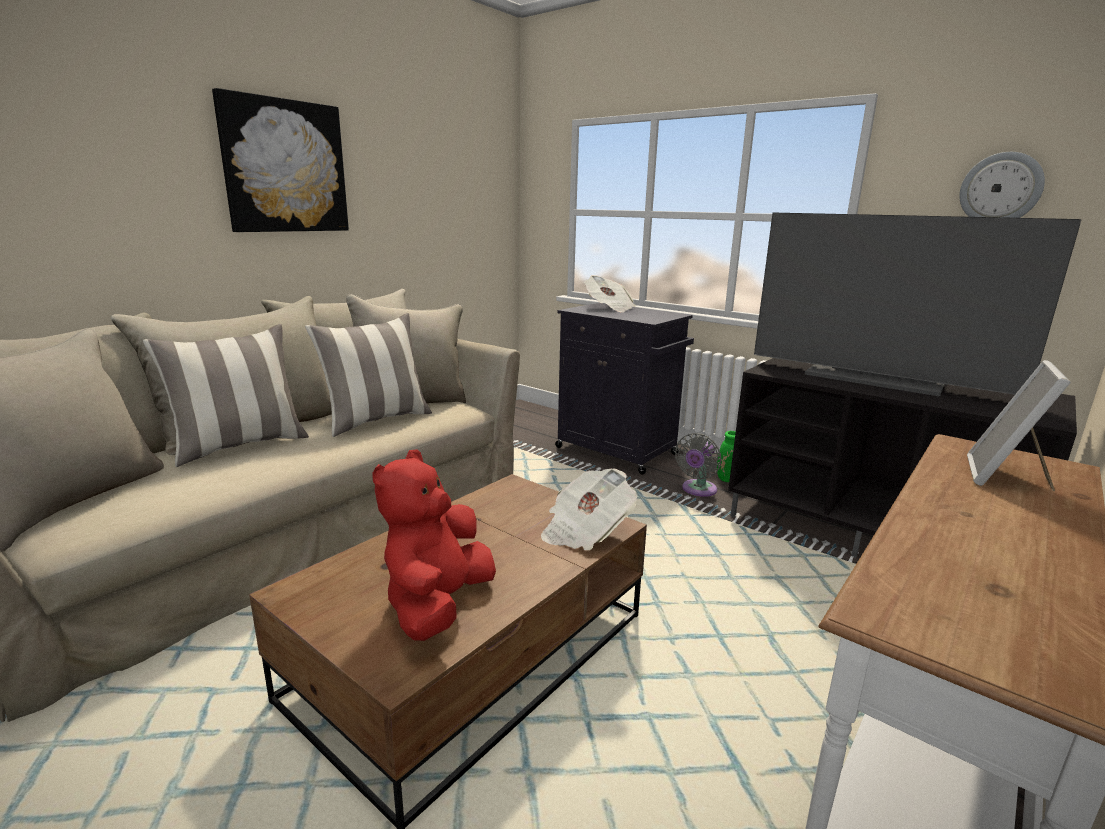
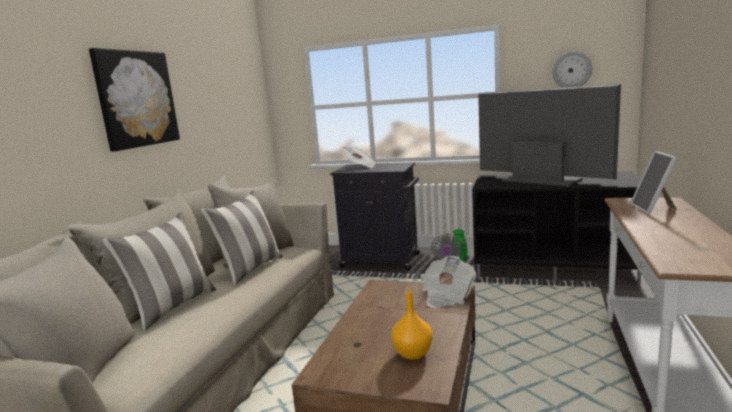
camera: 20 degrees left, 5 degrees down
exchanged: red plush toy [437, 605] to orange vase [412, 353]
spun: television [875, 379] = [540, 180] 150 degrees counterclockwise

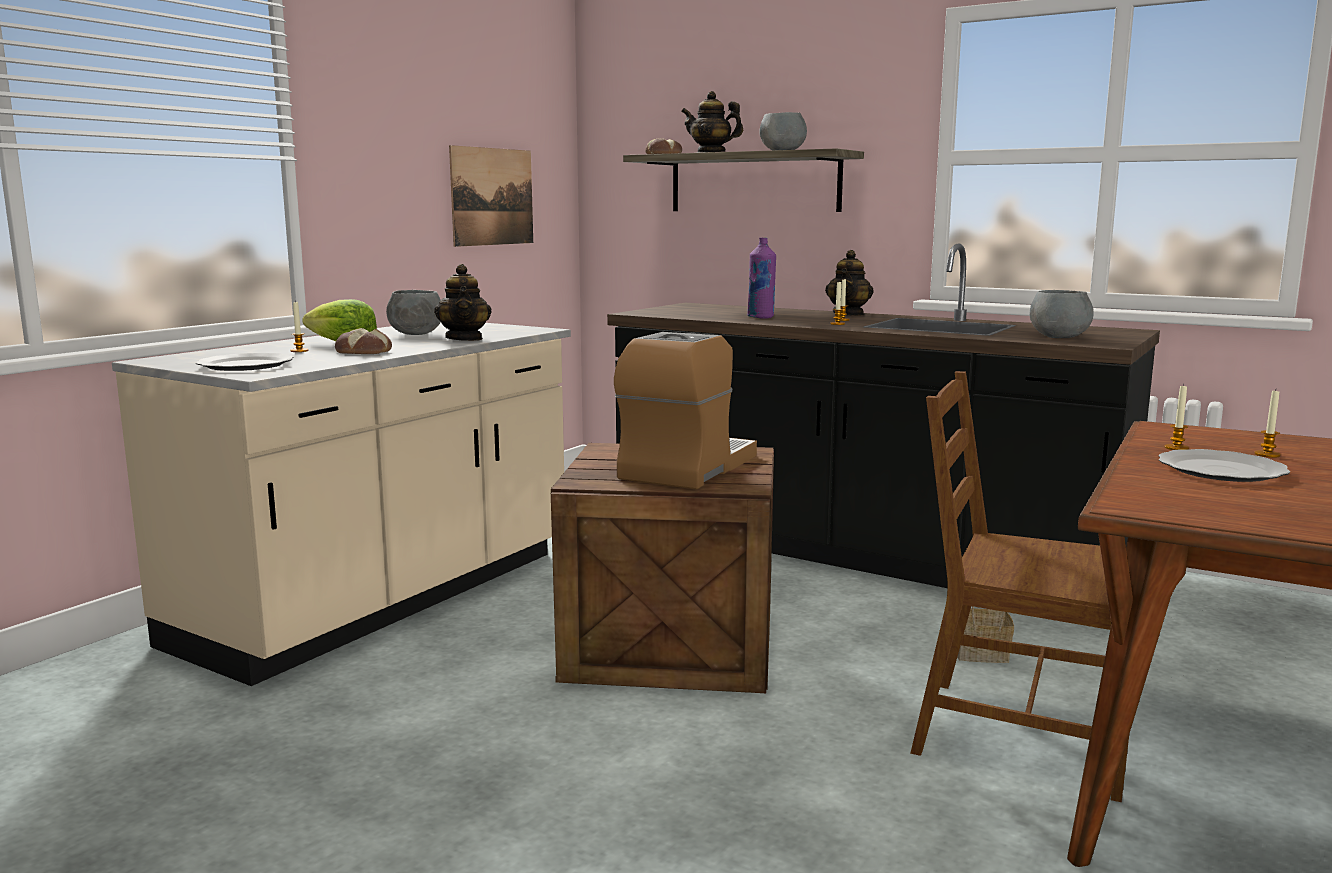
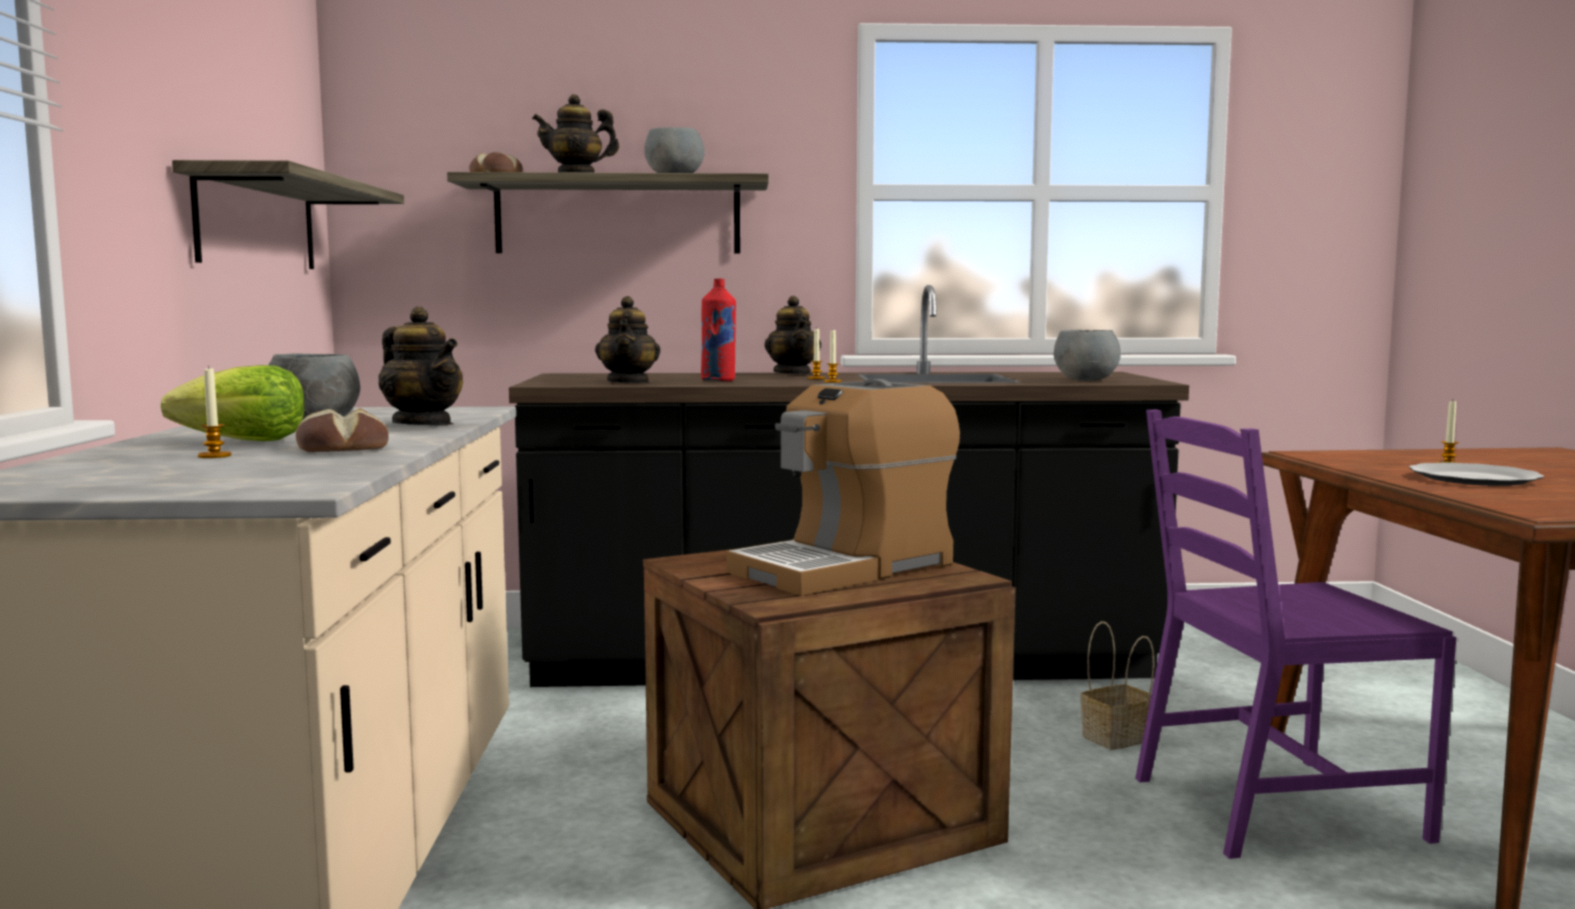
camera: 35 degrees left, 5 degrees down
missing: plate [247, 365]; candle [1176, 448]
appeared: teapot [629, 382]
exchanged: picture [492, 196] to shelf [257, 223]
colour: purple bottle [761, 317] to red bottle [718, 380]; brown chair [1019, 735] to purple chair [1274, 807]
spun: coffee machine [687, 468] = [846, 568] 120 degrees counterclockwise

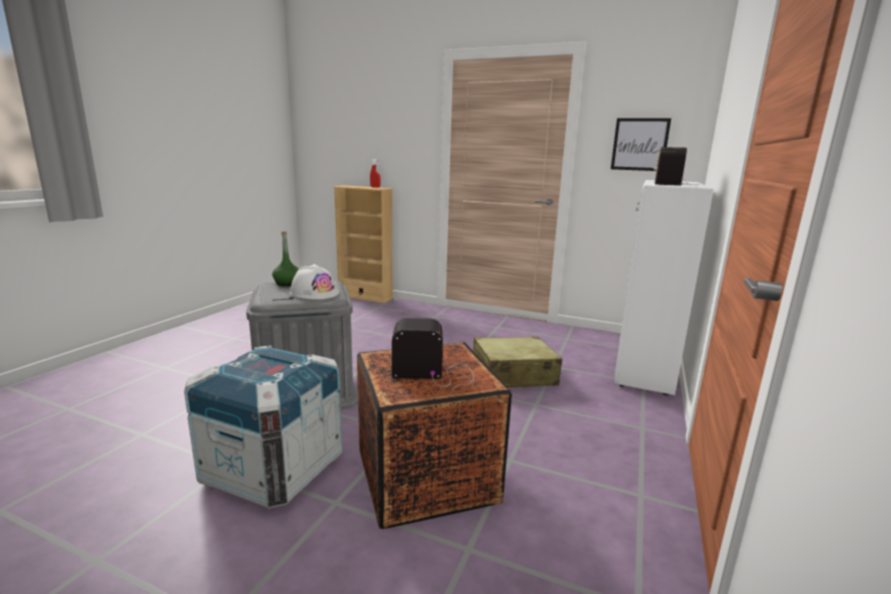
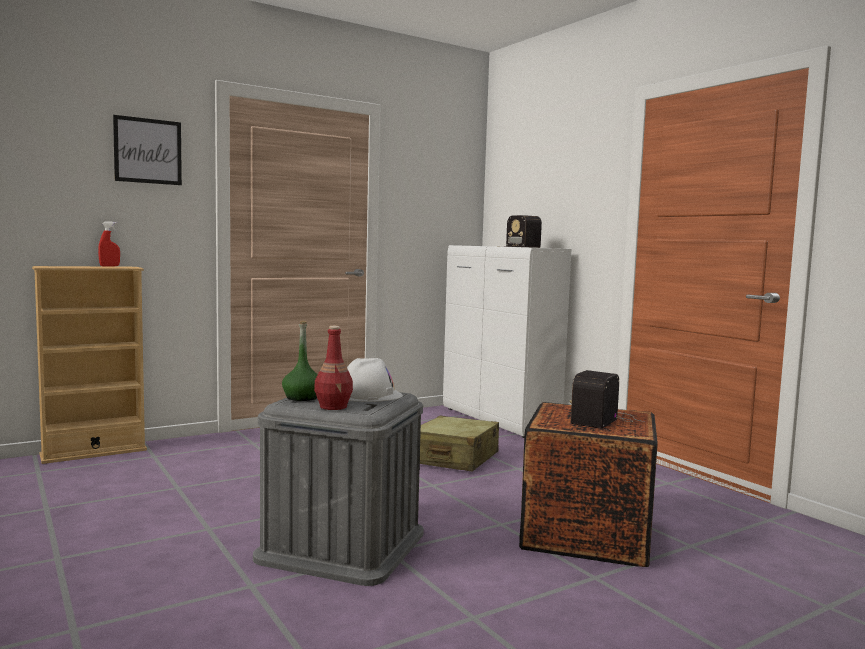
camera: 55 degrees left, 10 degrees down
missing: crate [274, 469]
appeared: red bottle [333, 407]
relocated: picture [639, 144] to [148, 151]

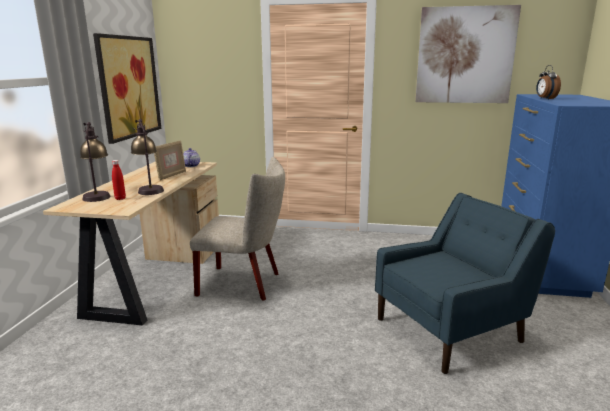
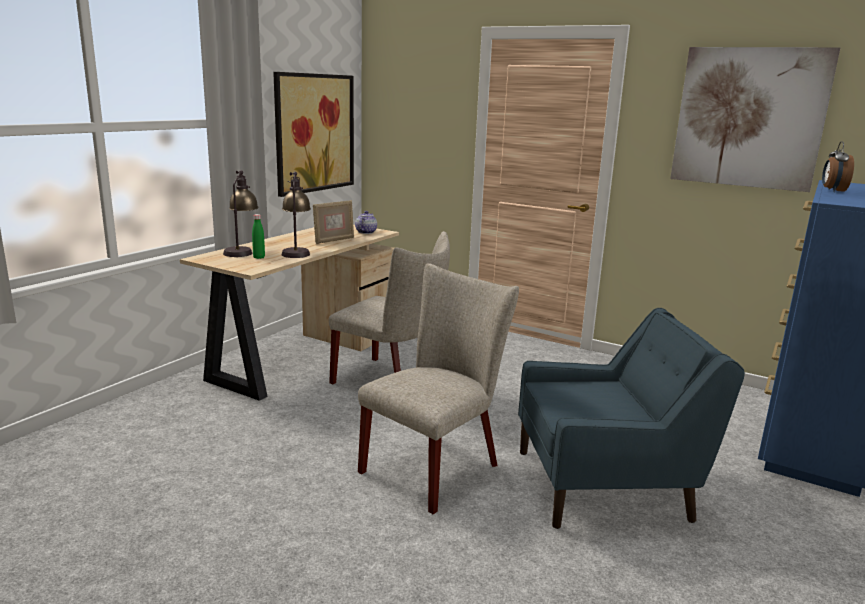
camera: 20 degrees right, 0 degrees up
appeared: beige chair [436, 465]
colour: red bottle [120, 198] to green bottle [259, 257]

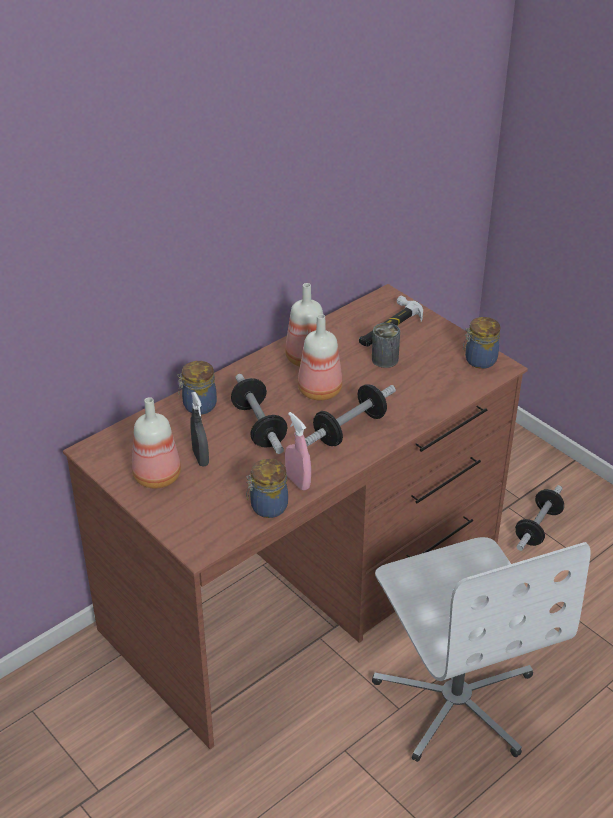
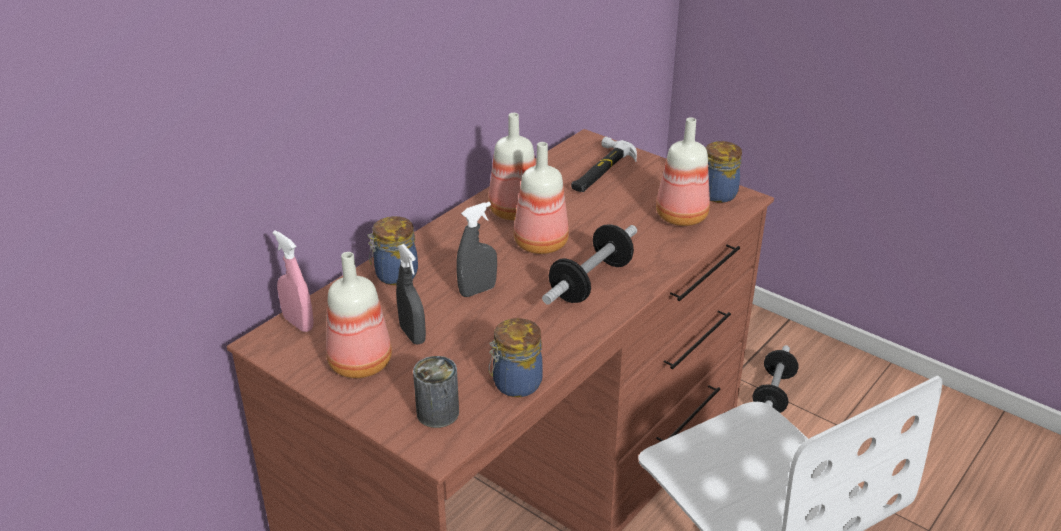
camera: 10 degrees left, 5 degrees down
appeared: bottle [680, 216]
relocated: can [385, 359] to [437, 413]; pink spray bottle [298, 482] to [298, 323]
exchanged: dumbbell [259, 426] to grey spray bottle [477, 290]

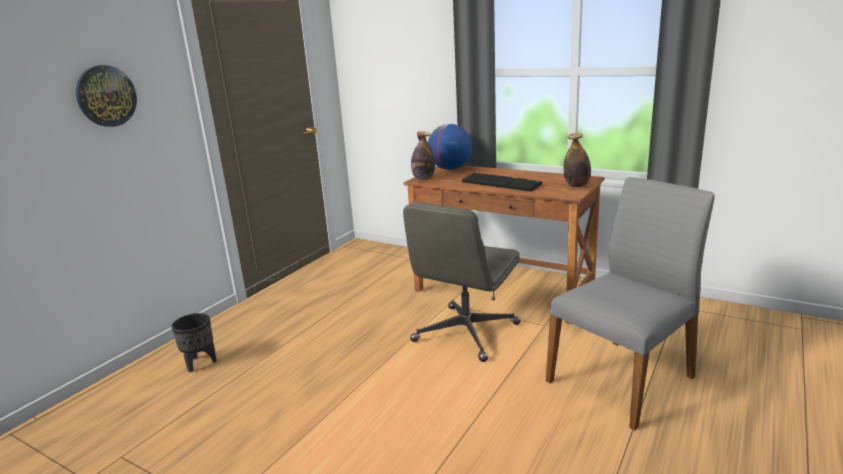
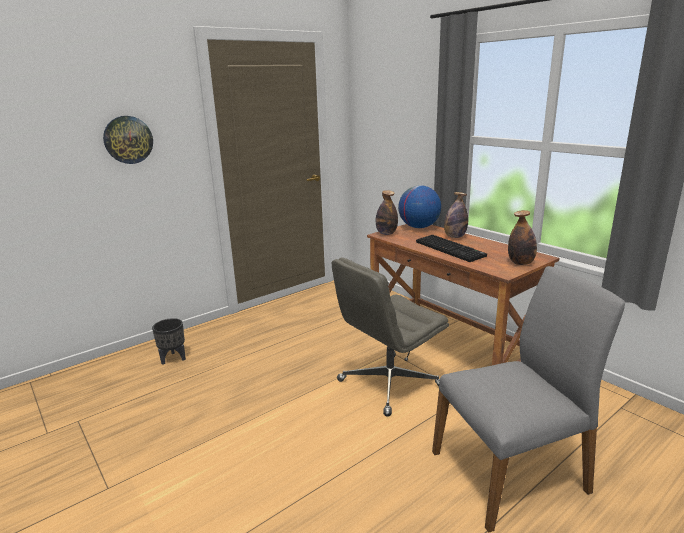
camera: 20 degrees right, 0 degrees up
appeared: bottle [454, 237]

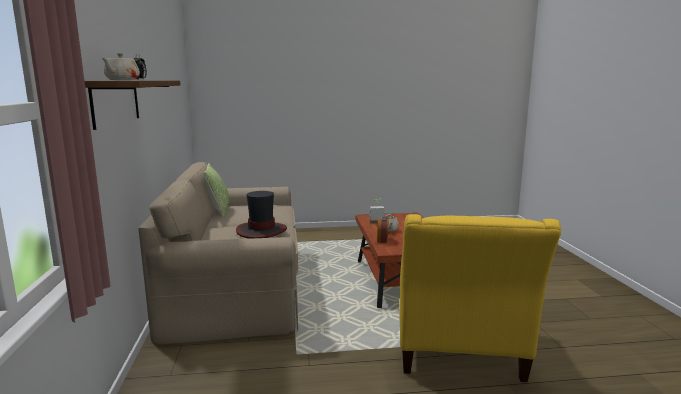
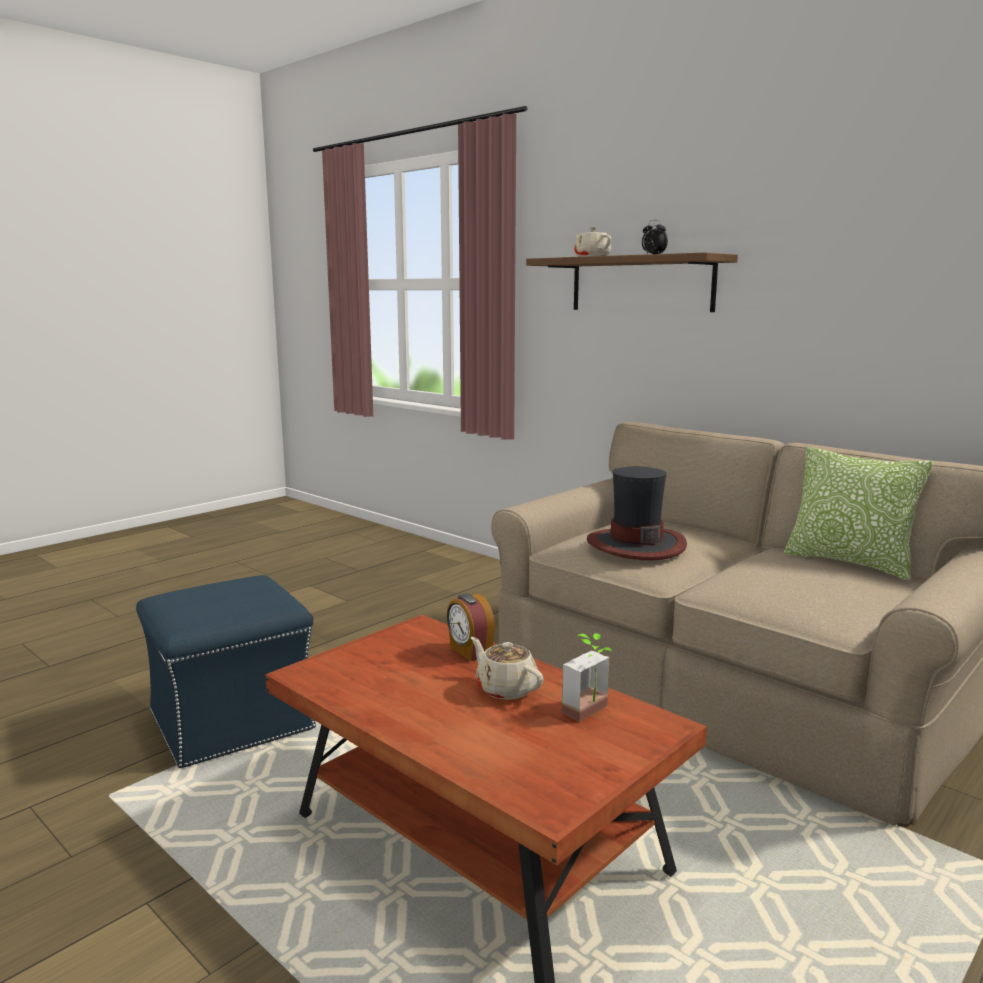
camera: 140 degrees right, 0 degrees up
exchanged: yellow armchair [459, 355] to blue ottoman [233, 719]

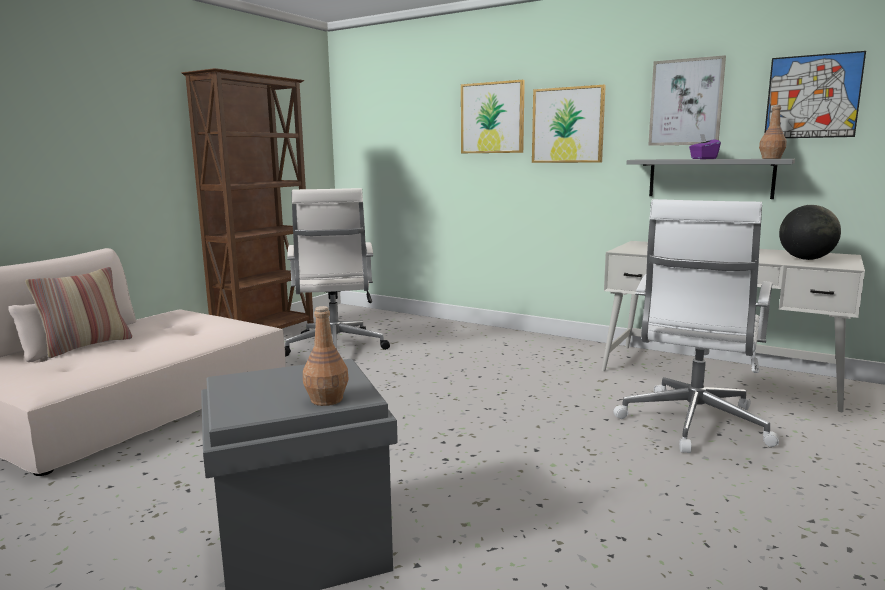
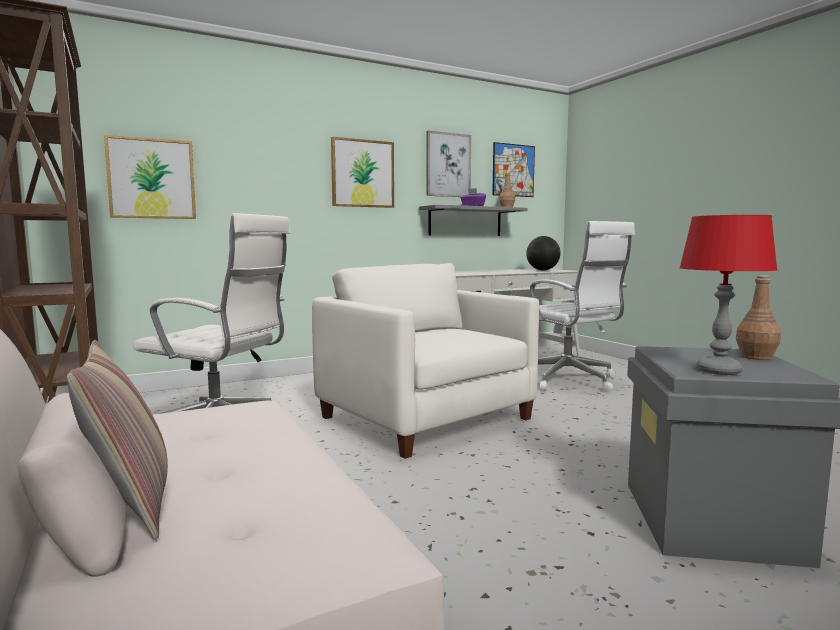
camera: 60 degrees left, 5 degrees down
appeared: red table lamp [718, 371]; white armchair [425, 418]
relocated: picture [492, 118] to [151, 179]

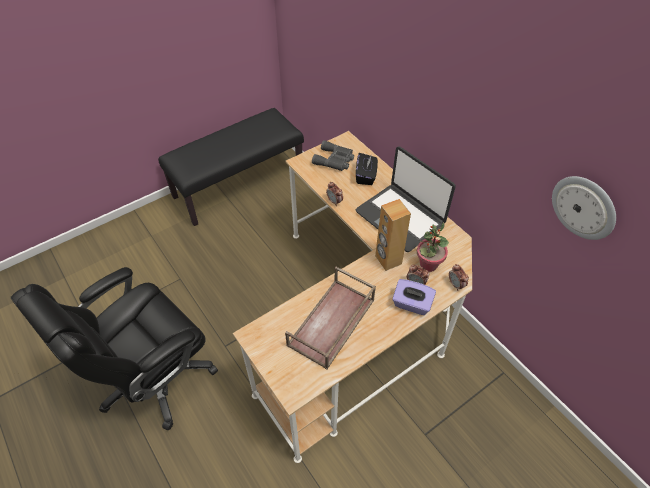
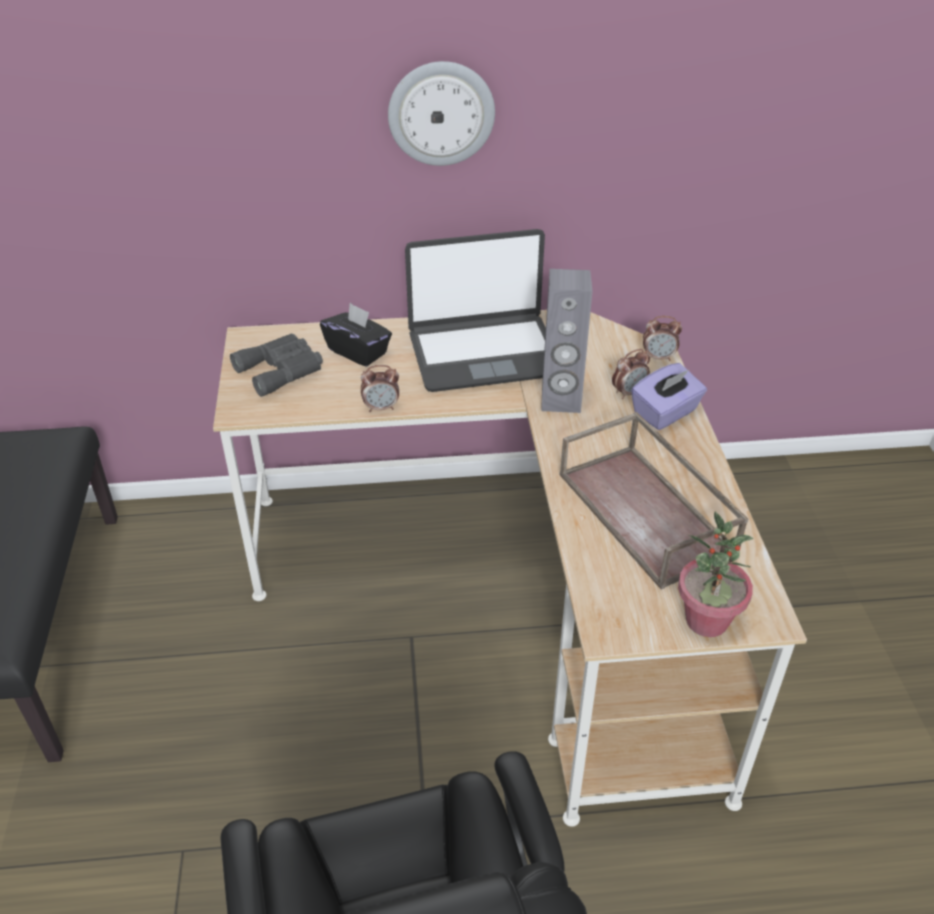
camera: 60 degrees left, 10 degrees down
relocated: wall clock [584, 207] to [441, 113]; potted plant [428, 264] to [706, 621]
colour: brown speaker [388, 260] to grey speaker [561, 401]

